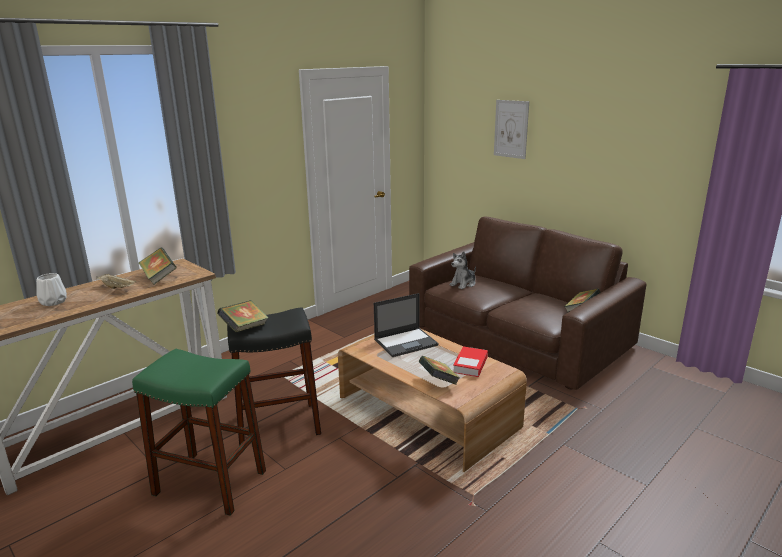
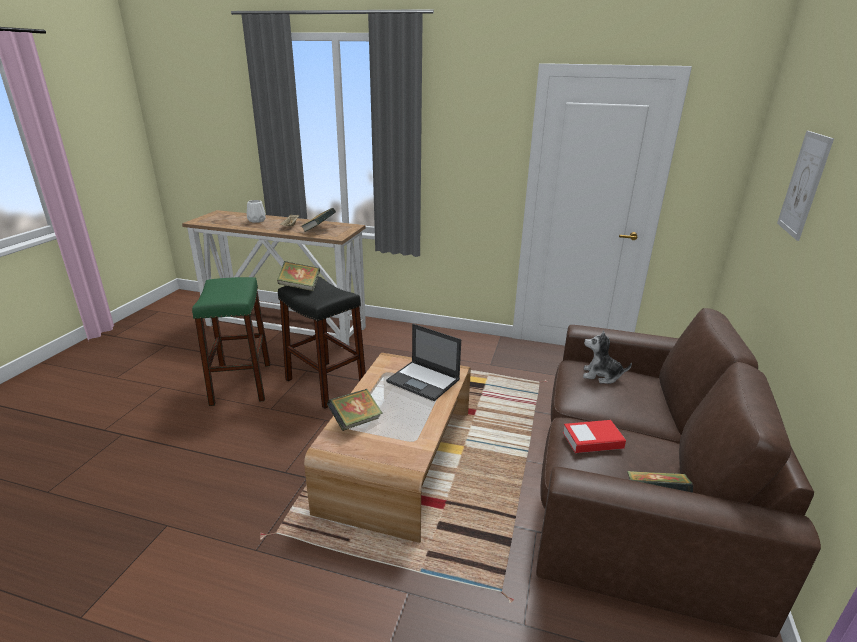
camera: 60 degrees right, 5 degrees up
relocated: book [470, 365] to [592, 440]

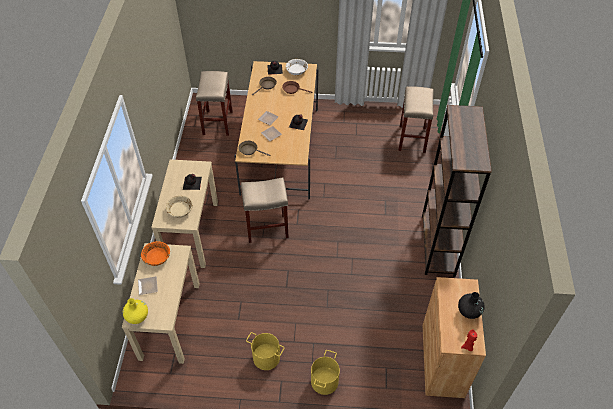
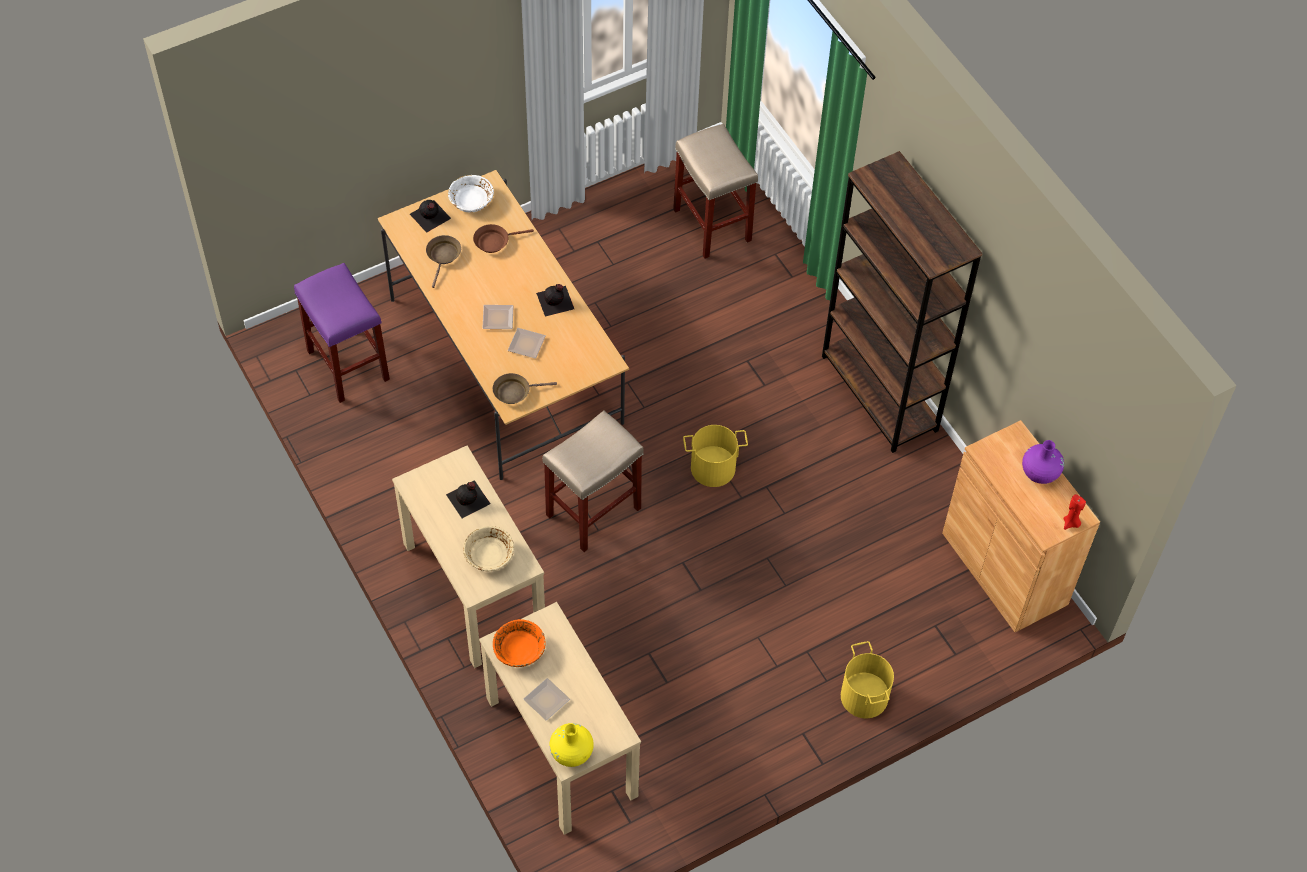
camera: 35 degrees left, 5 degrees up
relocated: yellow bucket [266, 358] to [713, 468]
colour: beige stool [217, 122] to purple stool [347, 365]; black vase [469, 311] to purple vase [1039, 473]

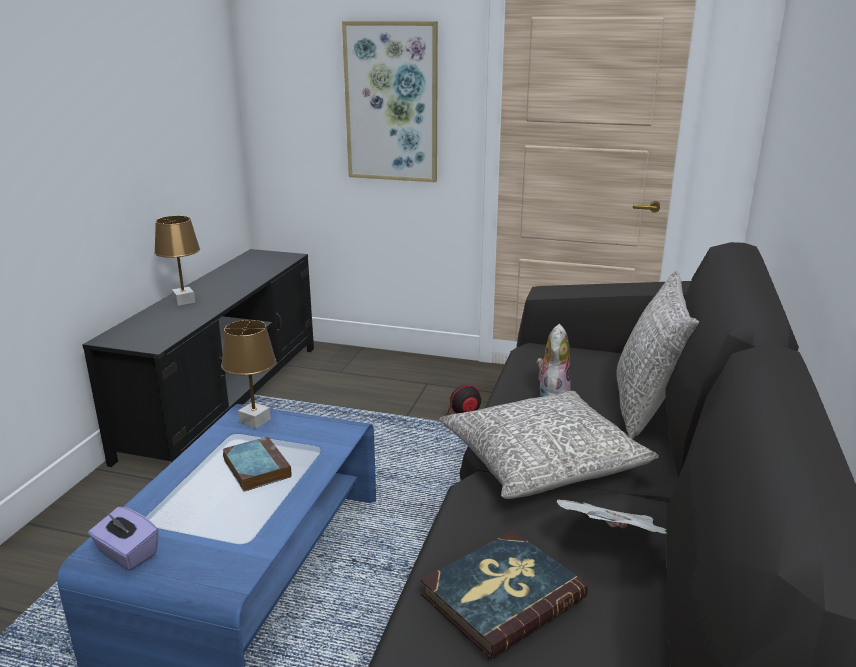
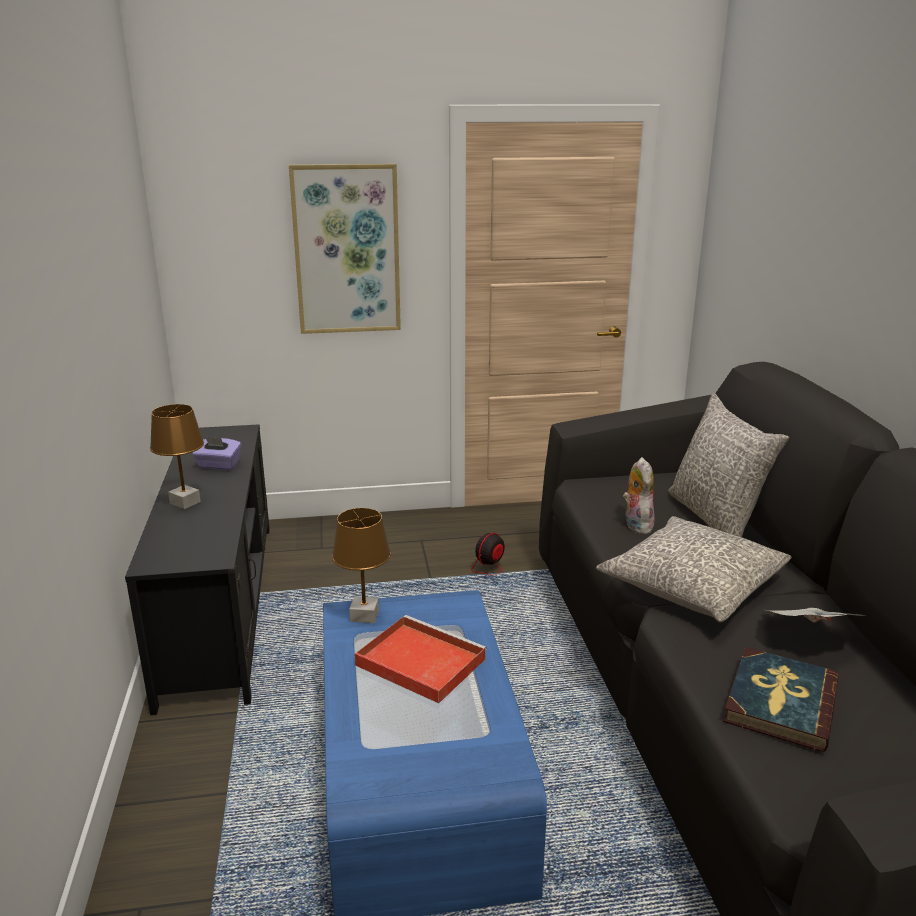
camera: 25 degrees left, 0 degrees up
relocated: purple tissue box [127, 554] to [218, 465]
exchanged: book [255, 468] to red tray [418, 661]

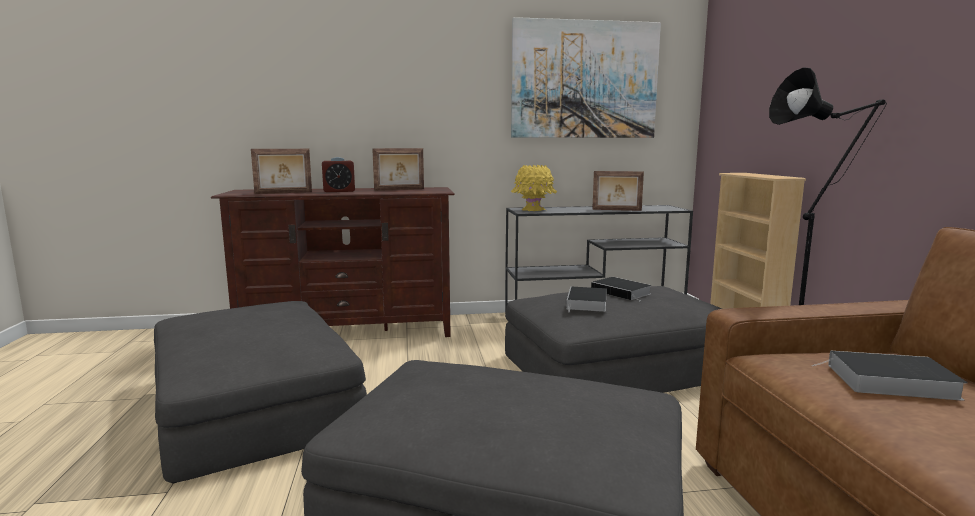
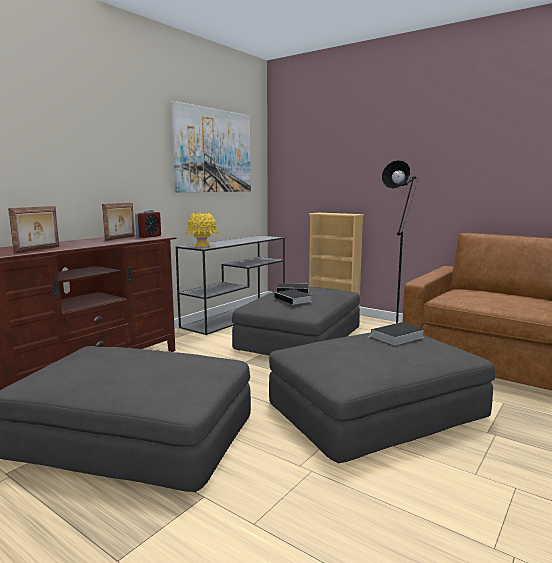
camera: 45 degrees left, 0 degrees up
missing: picture frame [616, 210]
relocated: alarm clock [339, 191] to [148, 236]; book [888, 381] to [396, 337]

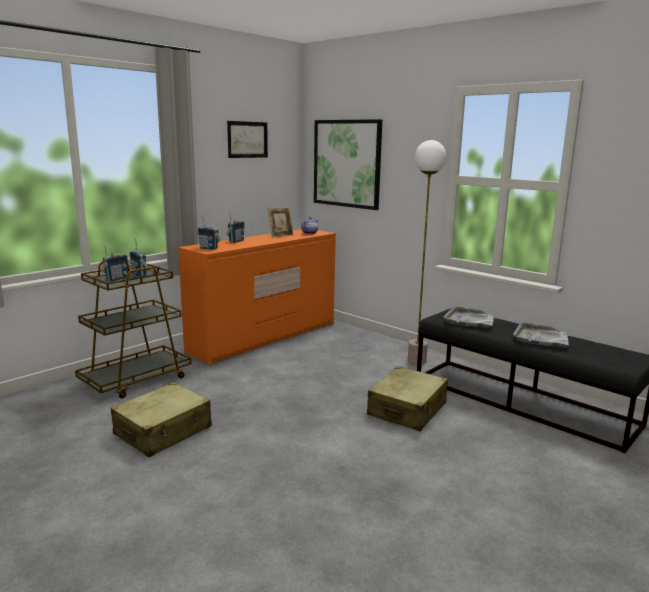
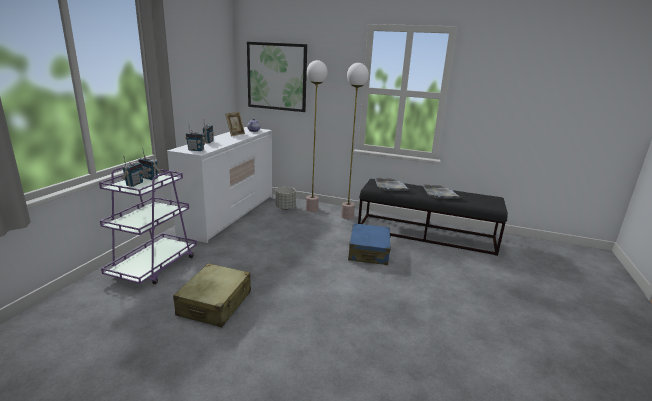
camera: 25 degrees left, 5 degrees up
missing: picture [247, 139]
appeared: floor lamp [312, 209]; grey planter [285, 208]
colour: orange dresser [265, 338] to white dresser [230, 214]; brown cart [136, 380] to purple cart [154, 266]; beige suitcase [407, 409] to blue suitcase [369, 252]

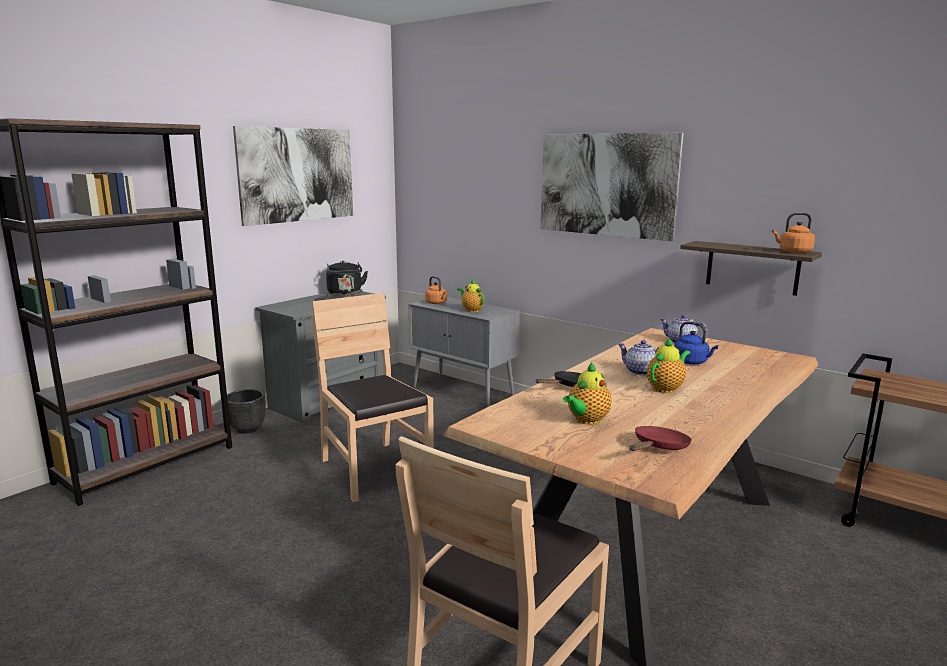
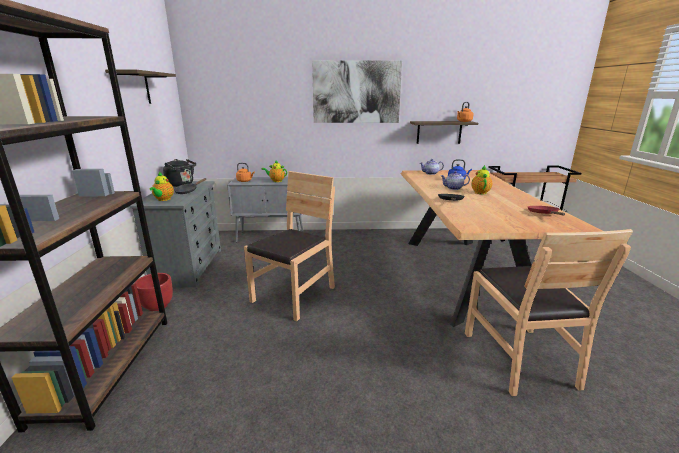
camera: 40 degrees left, 5 degrees up
relocated: teapot [586, 420] to [163, 199]
exchanged: picture [297, 175] to shelf [133, 88]
colour: black planter [247, 429] to red planter [157, 306]
spun: brown chair [374, 470] = [294, 295] 105 degrees clockwise

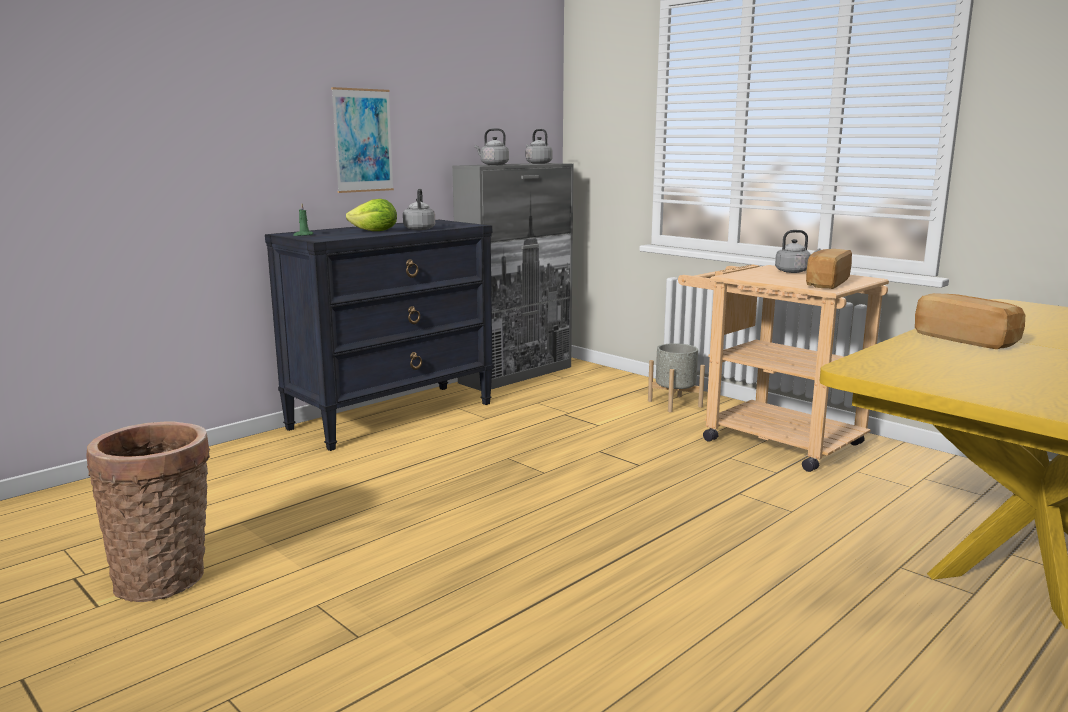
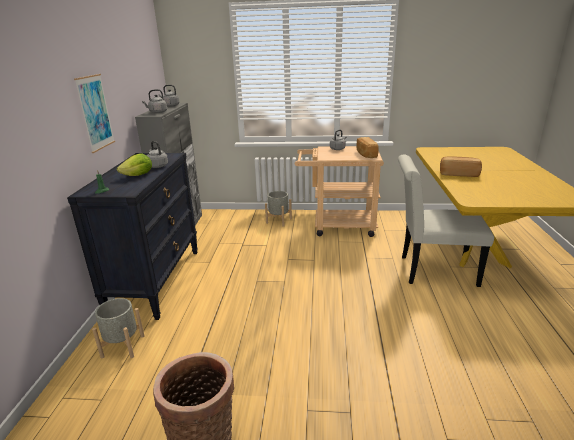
camera: 40 degrees left, 10 degrees up
appeared: white chair [432, 271]; grey planter [123, 346]

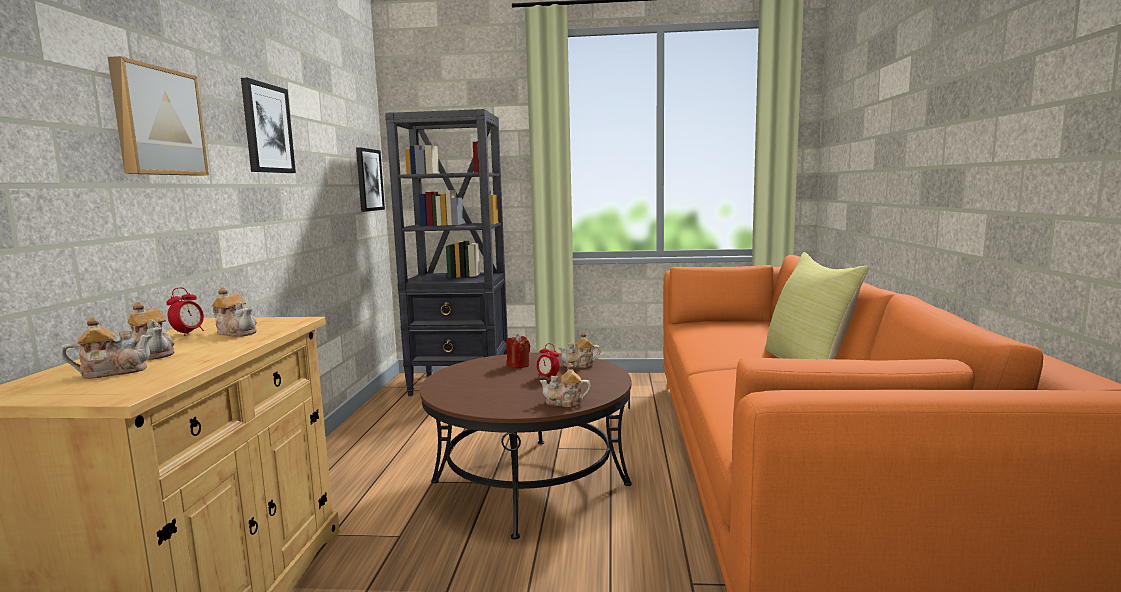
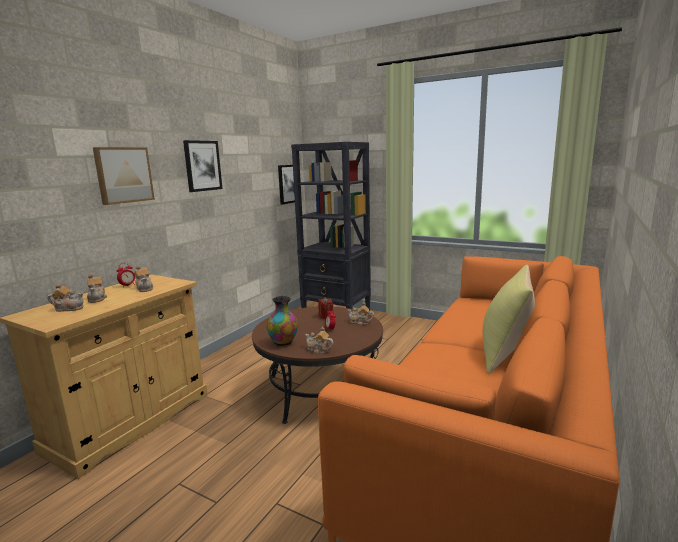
camera: 25 degrees right, 5 degrees up
appeared: vase [283, 343]

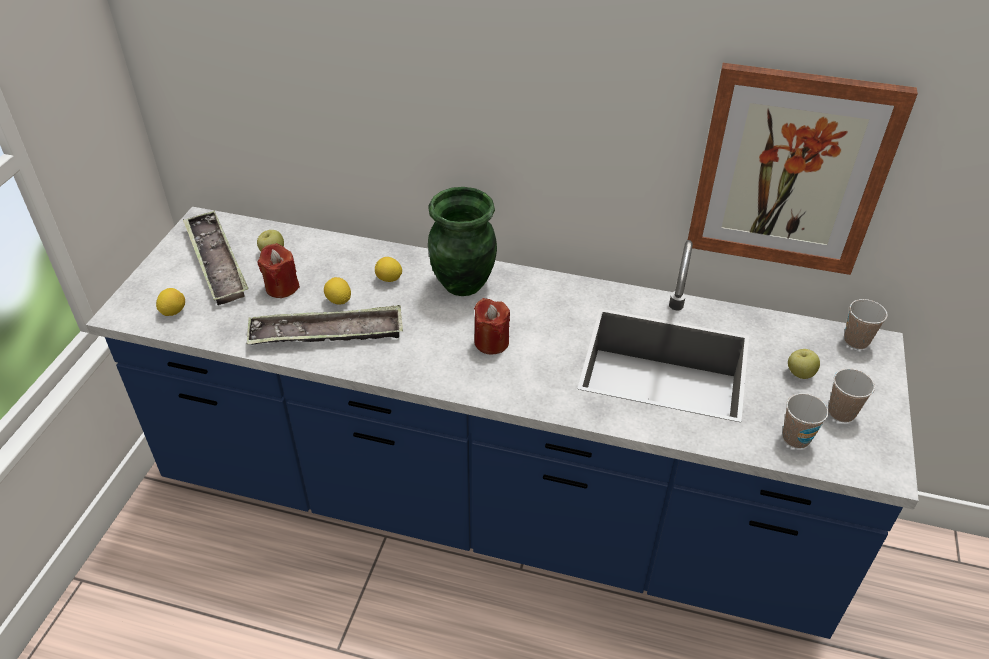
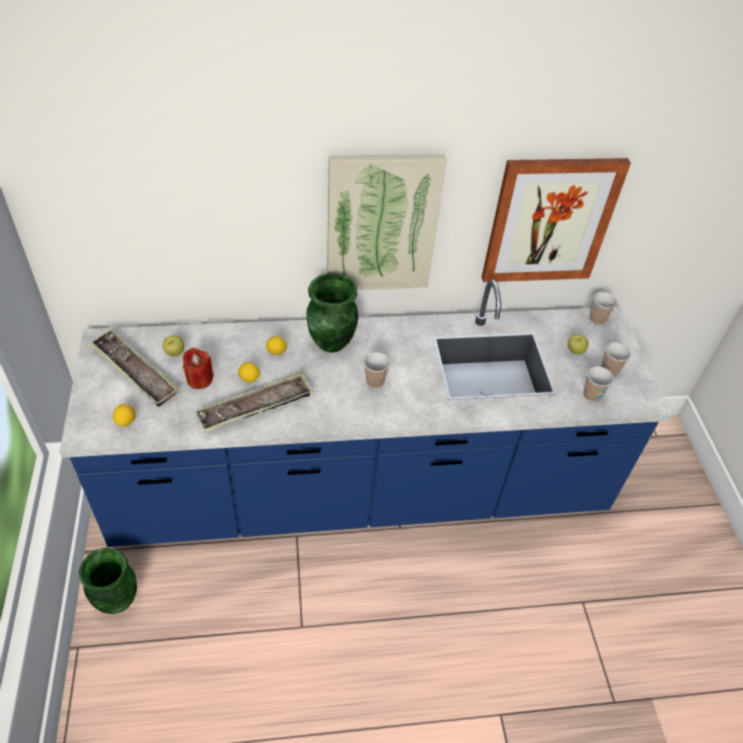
camera: 25 degrees left, 5 degrees up
appeared: picture [381, 224]; green vase [116, 599]
exchanged: red candle [491, 342] to cup [375, 381]

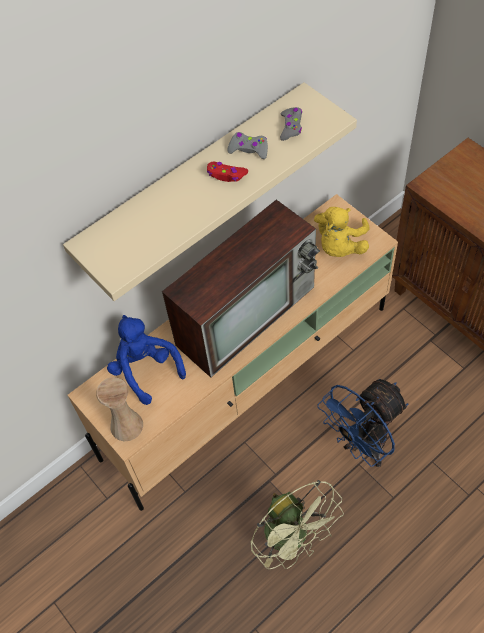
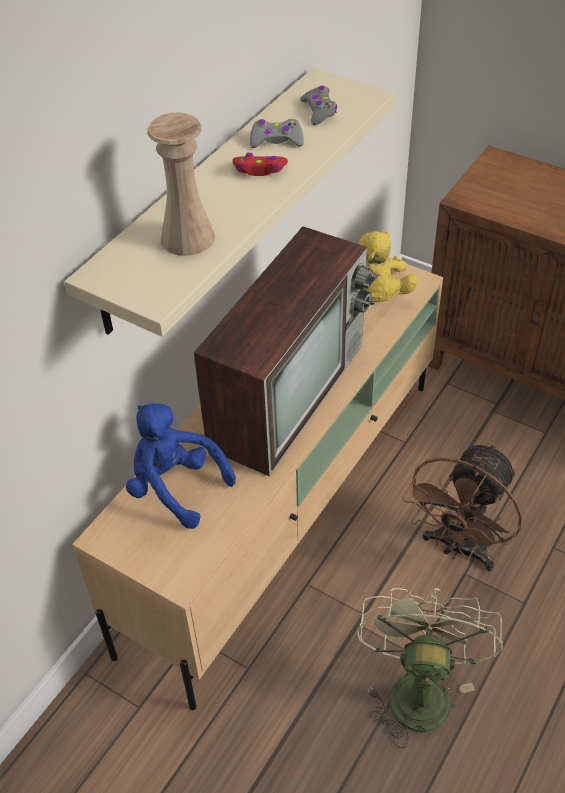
camera: 20 degrees left, 10 degrees down
relocated: beige vase [126, 426] to [187, 238]
colour: blue fan [362, 444] to brown fan [459, 548]
spun: green fan [293, 538] = [417, 688] 120 degrees counterclockwise

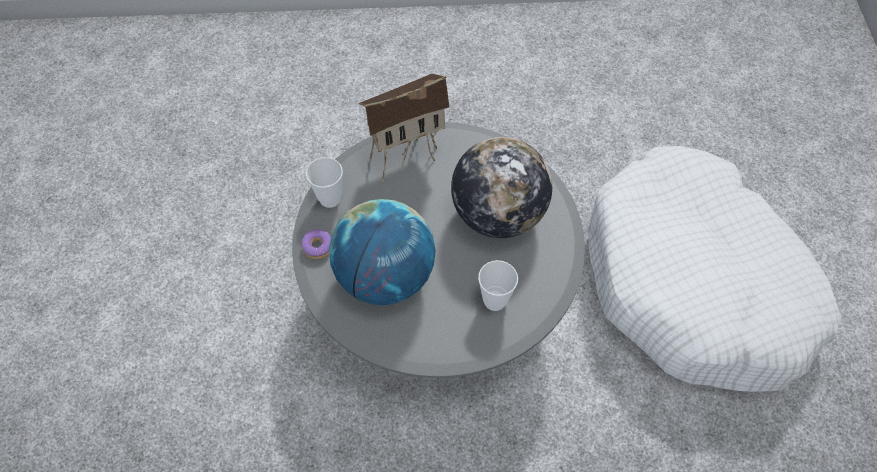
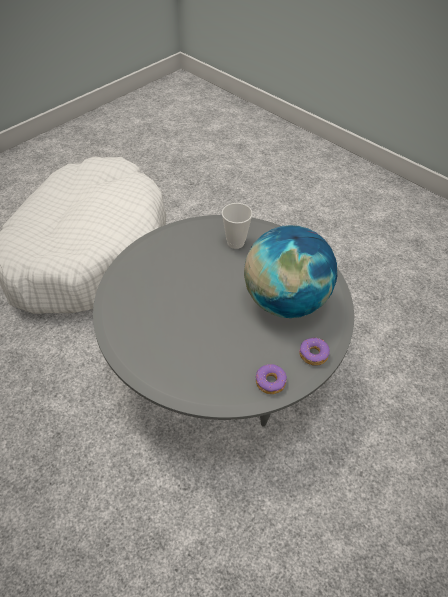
camera: 135 degrees left, 10 degrees down
missing: toy house [405, 155]; globe [497, 214]
exchanged: cup [330, 199] to donut [270, 382]

